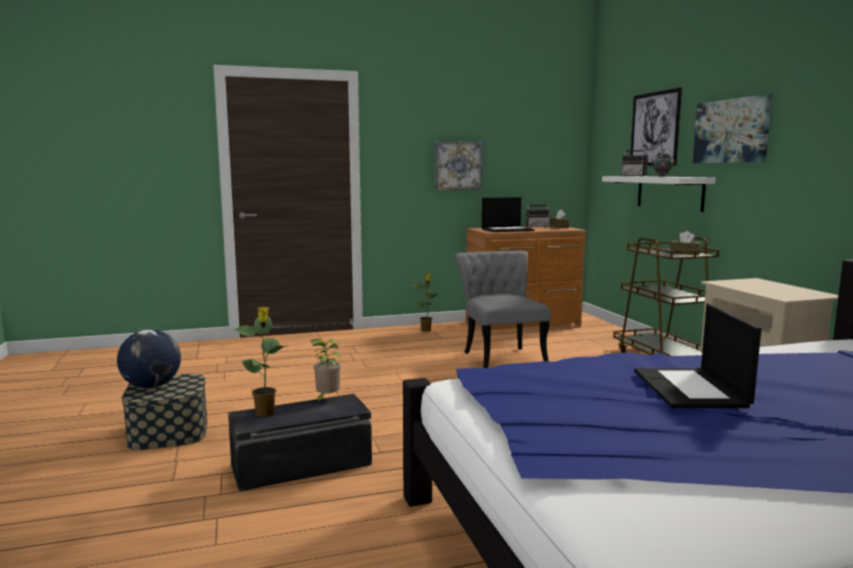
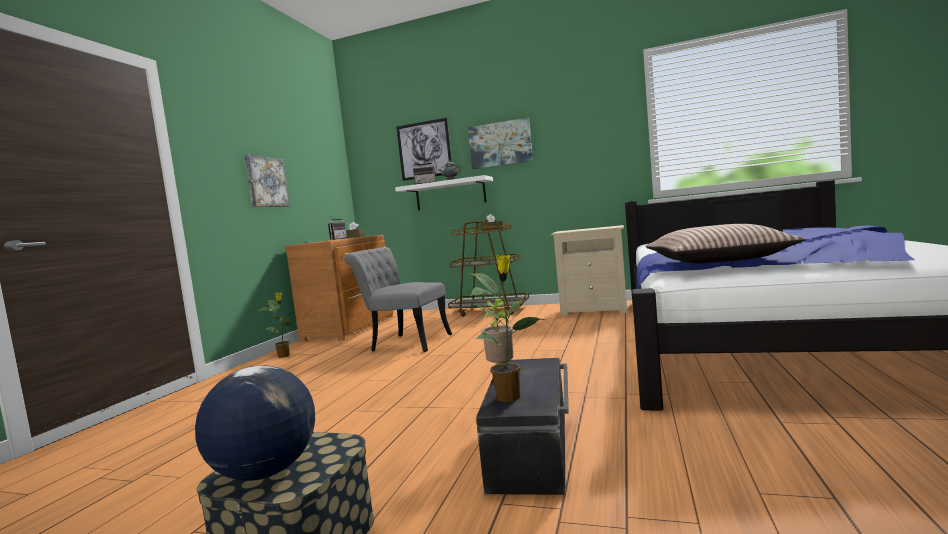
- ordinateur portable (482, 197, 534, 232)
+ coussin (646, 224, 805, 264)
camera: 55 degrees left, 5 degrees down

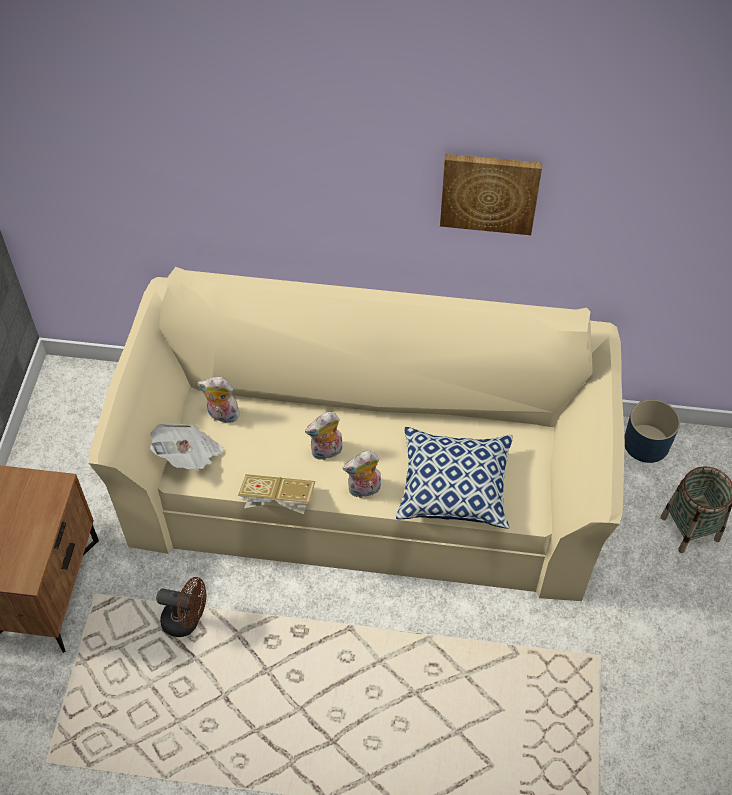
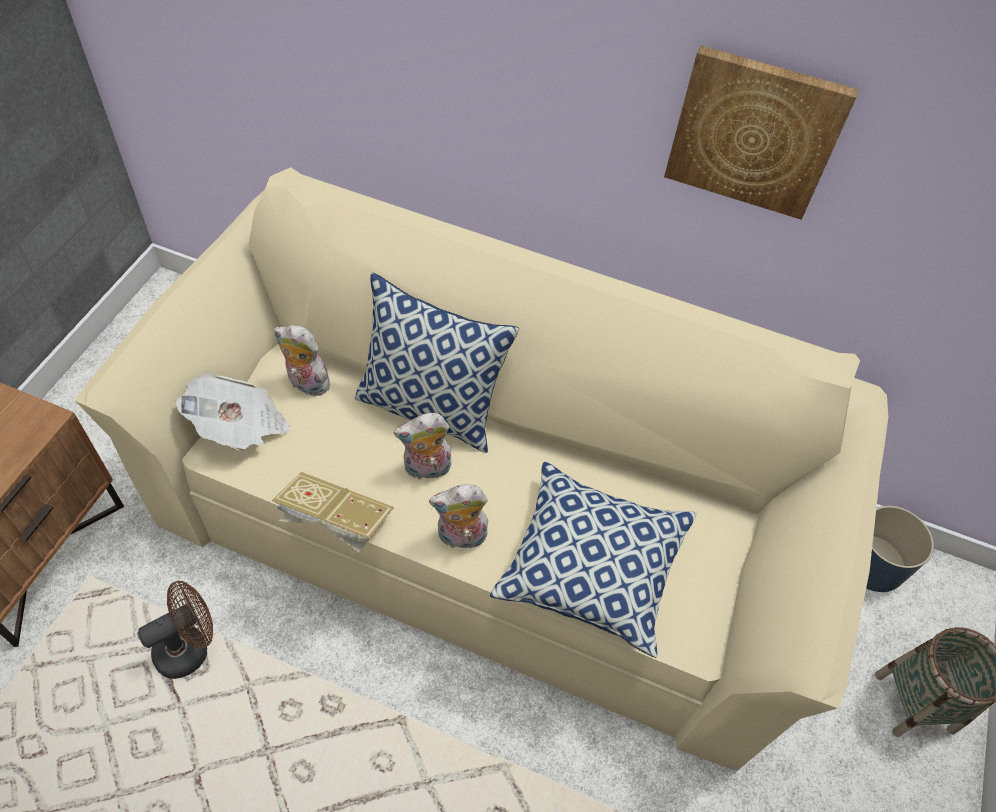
+ coussin (355, 272, 519, 453)
~ ventilateur (marron) (156, 577, 206, 637) = (138, 581, 213, 679) 60 degrees counterclockwise
camera: 10 degrees right, 0 degrees up

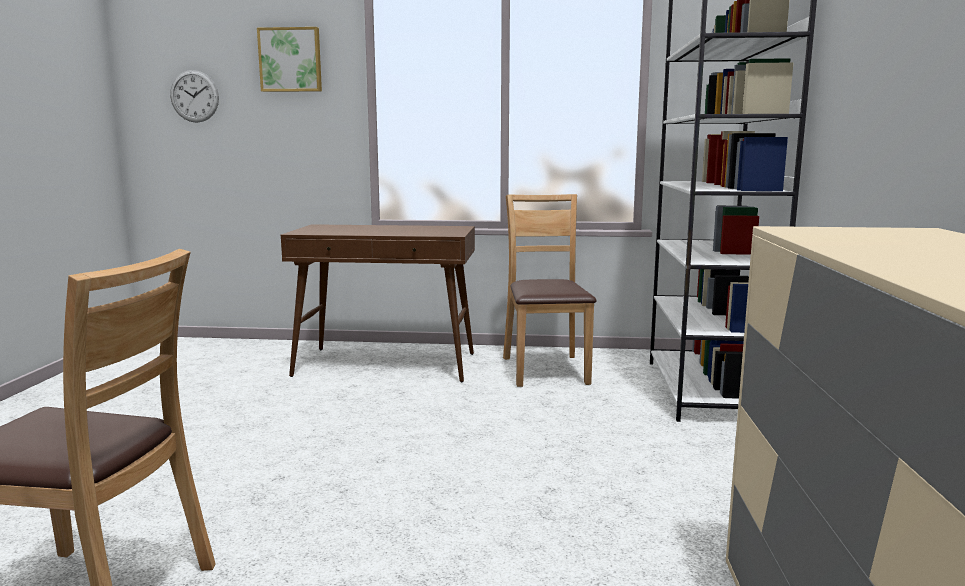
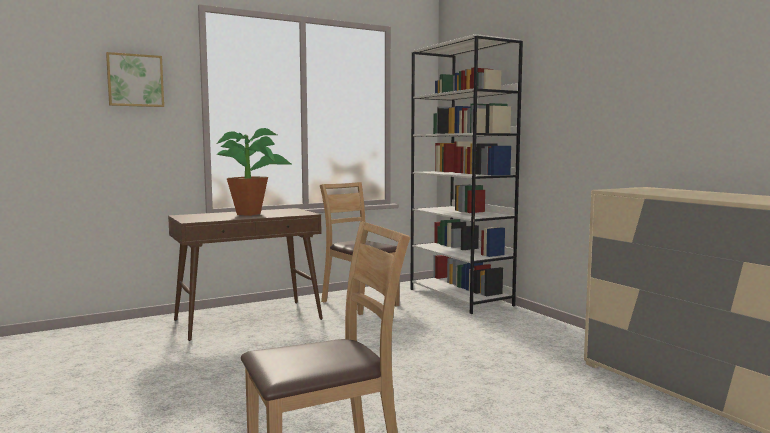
- horloge murale (170, 70, 219, 123)
+ plante en pot (217, 128, 291, 216)
camera: 35 degrees left, 5 degrees down

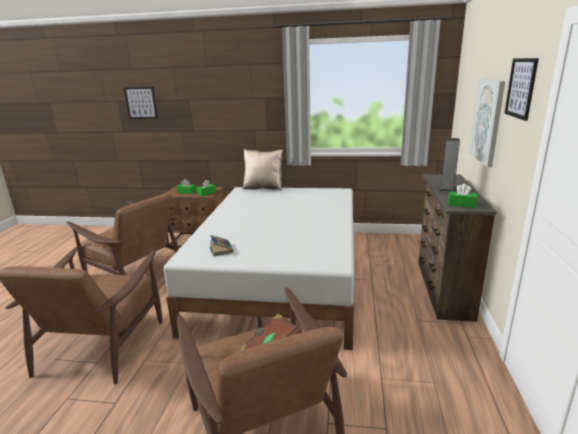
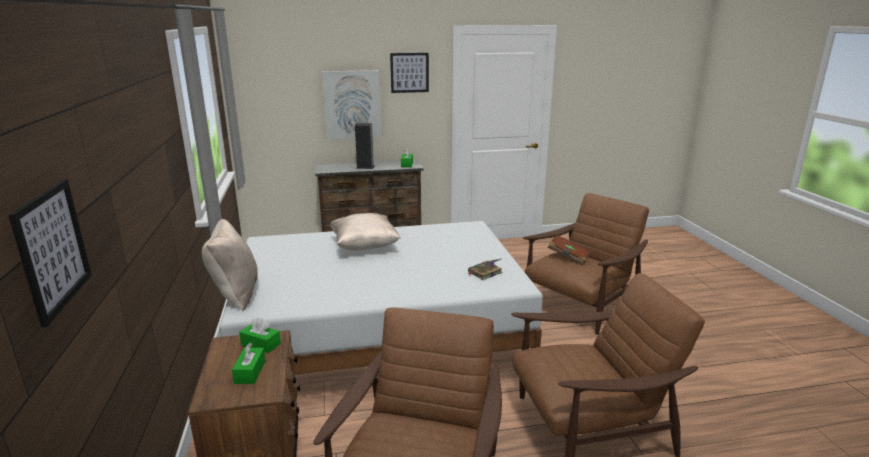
+ coussin (beige) (330, 213, 401, 250)
camera: 110 degrees left, 0 degrees up

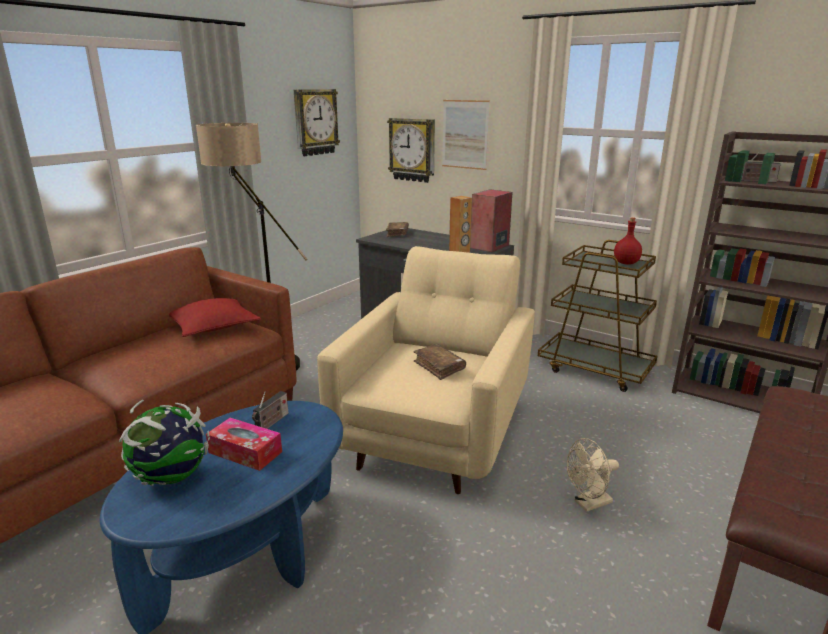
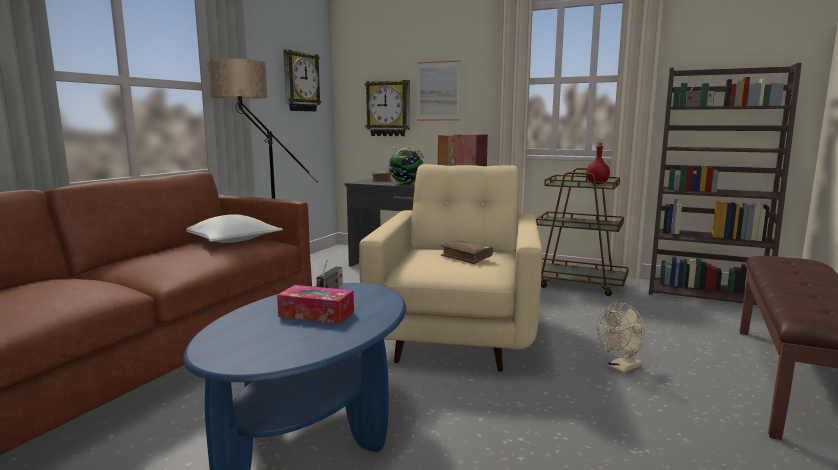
~ globe (119, 400, 210, 486) to (389, 147, 424, 184)
~ coussin (rouge) (169, 298, 261, 337) to coussin (blanc) (186, 214, 283, 243)
camera: 10 degrees left, 10 degrees down

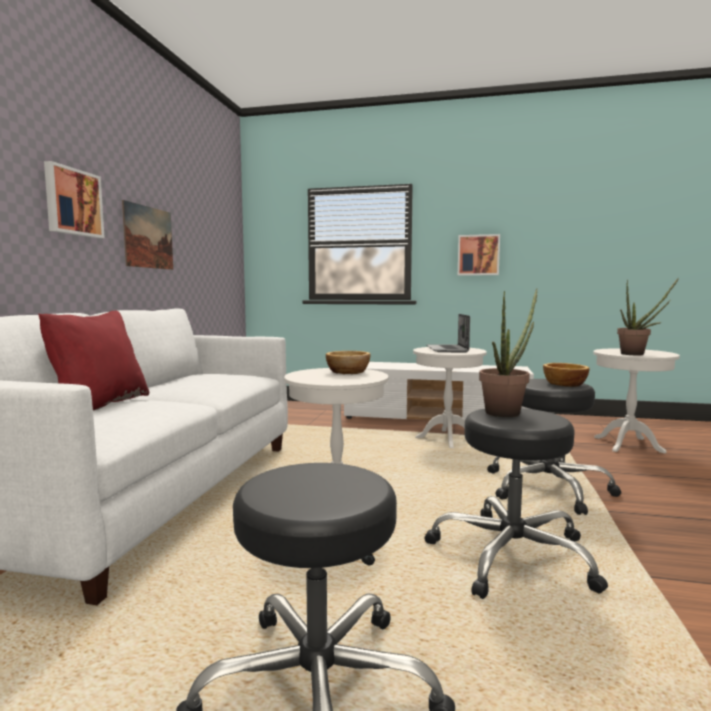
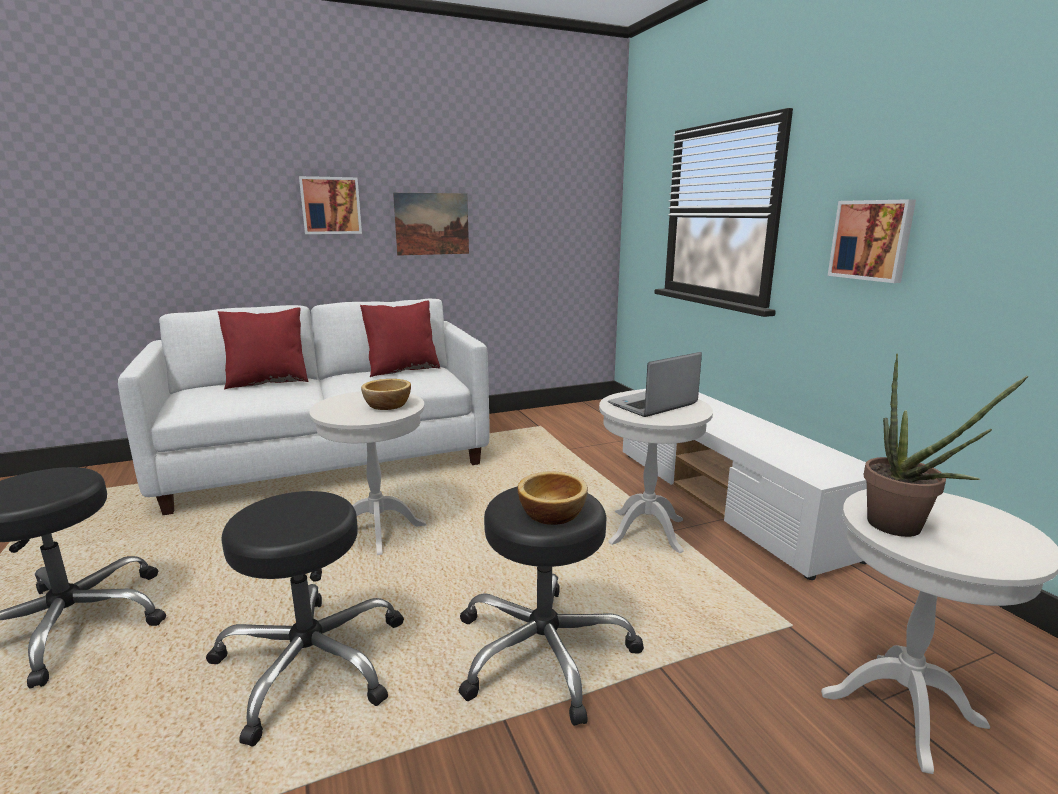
- plante en pot (479, 288, 537, 417)
+ coussin (rouge) (360, 301, 441, 377)
camera: 55 degrees right, 10 degrees up

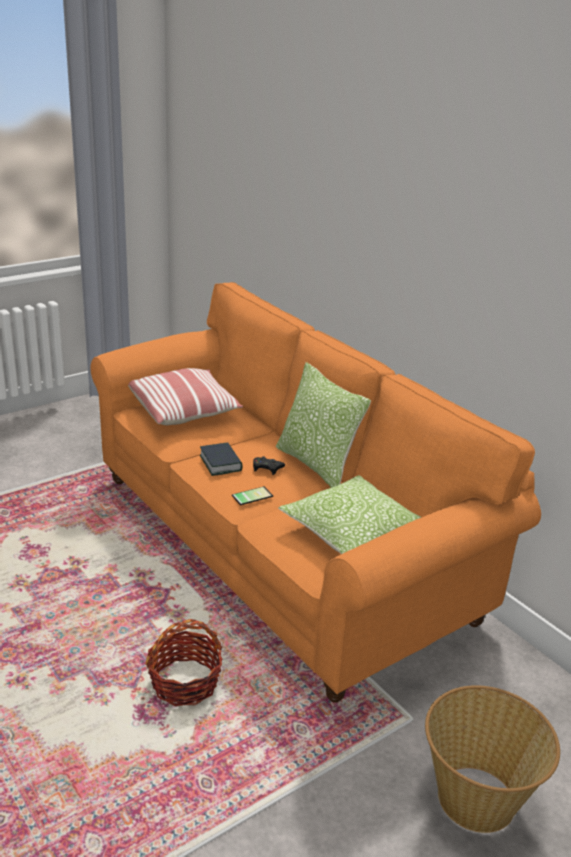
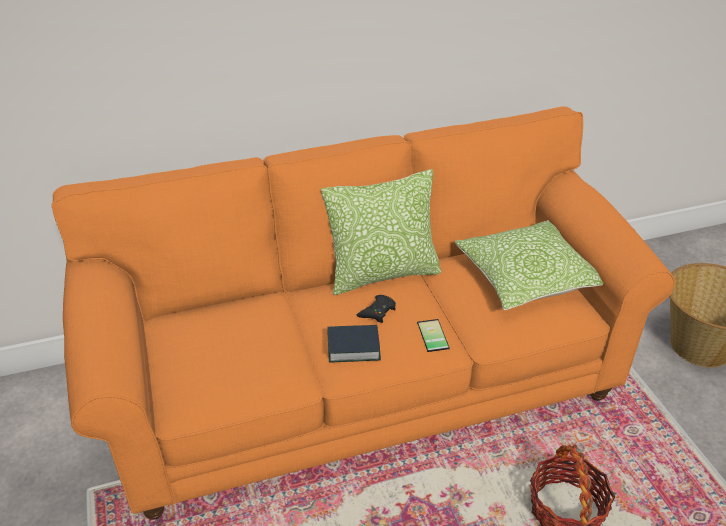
- coussin (128, 368, 243, 425)
camera: 70 degrees left, 10 degrees up

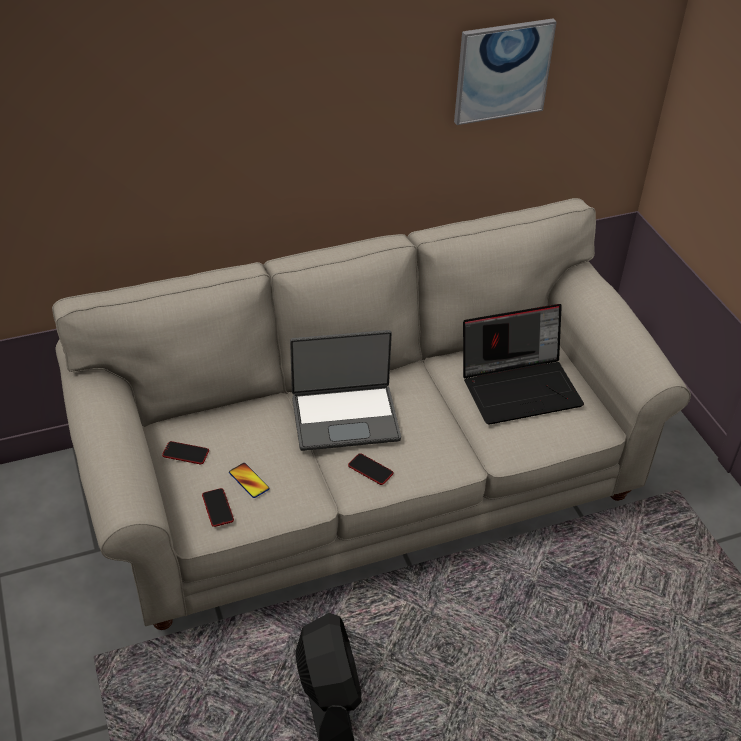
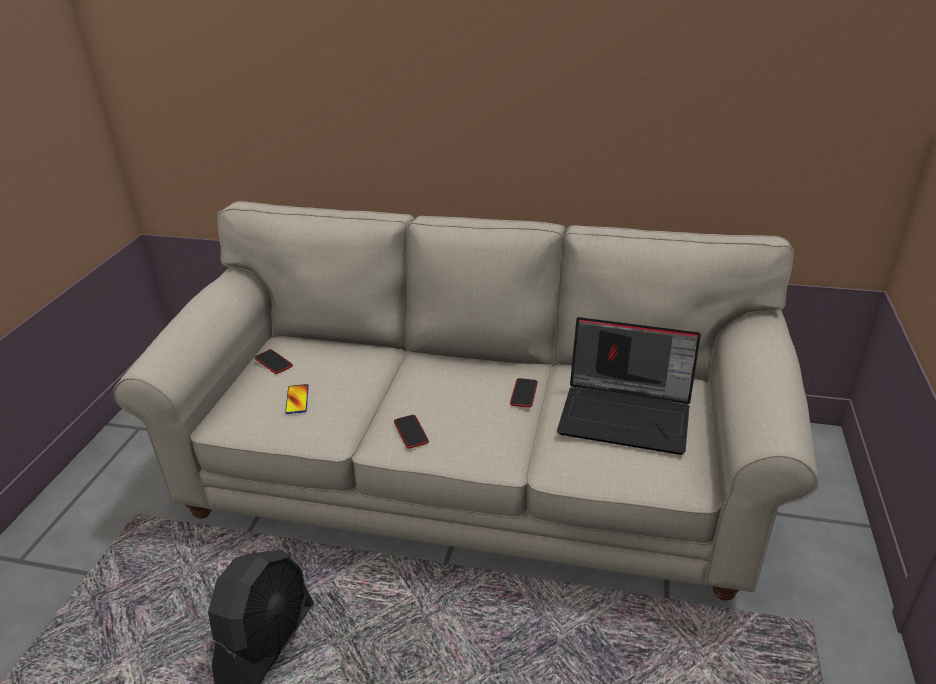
- ordinateur portable (290, 330, 401, 451)
- tableau (454, 18, 557, 125)
~ téléphone (202, 488, 234, 527) to (510, 378, 538, 408)
camera: 35 degrees right, 10 degrees down

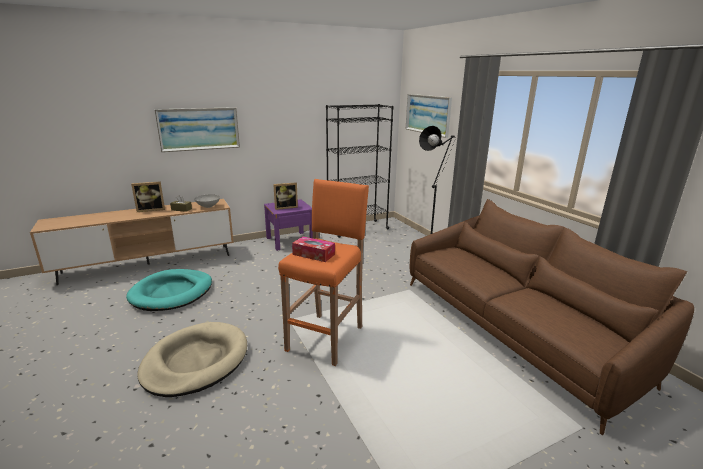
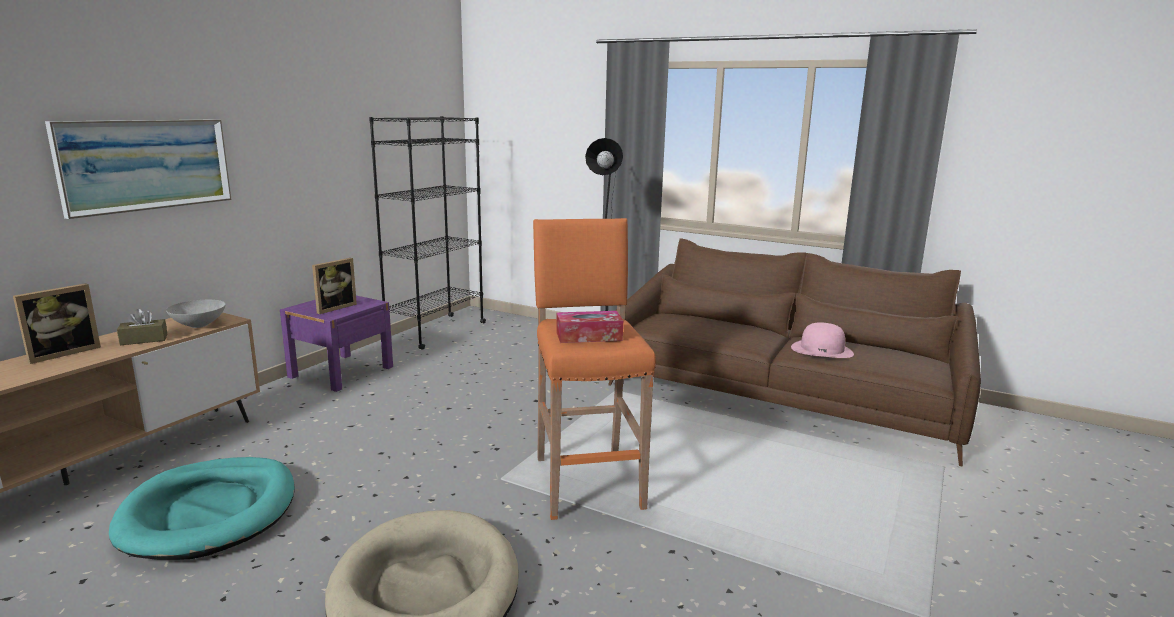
- tableau (406, 94, 452, 138)
+ chapeau (rose) (791, 322, 854, 358)
camera: 35 degrees left, 5 degrees down

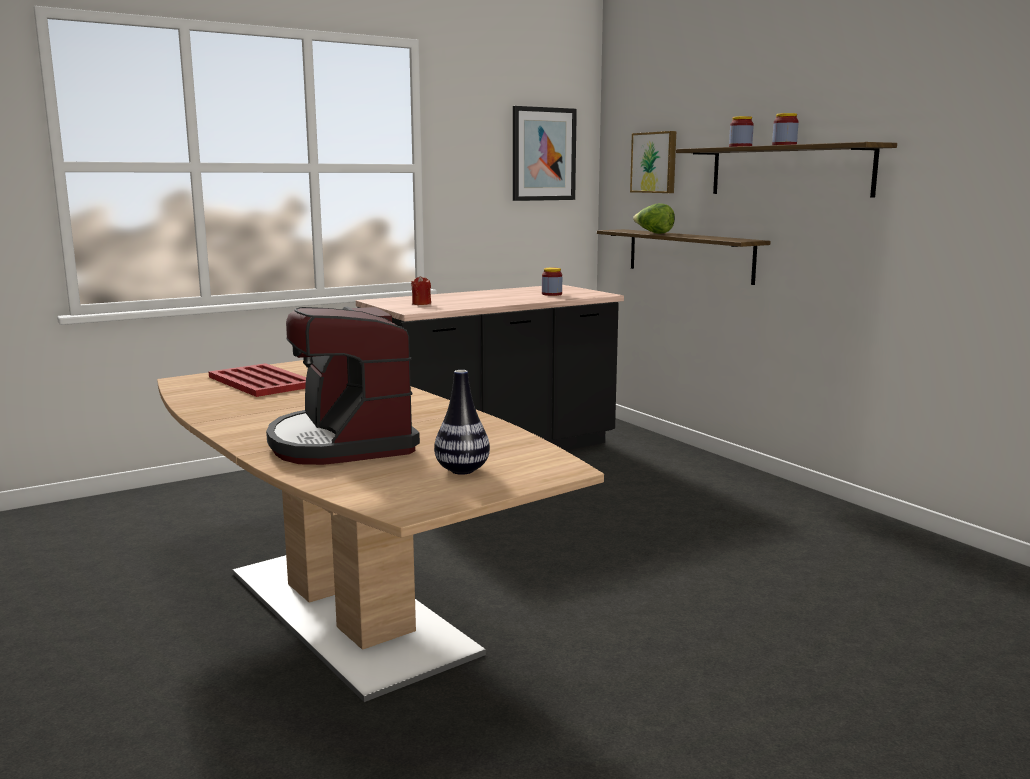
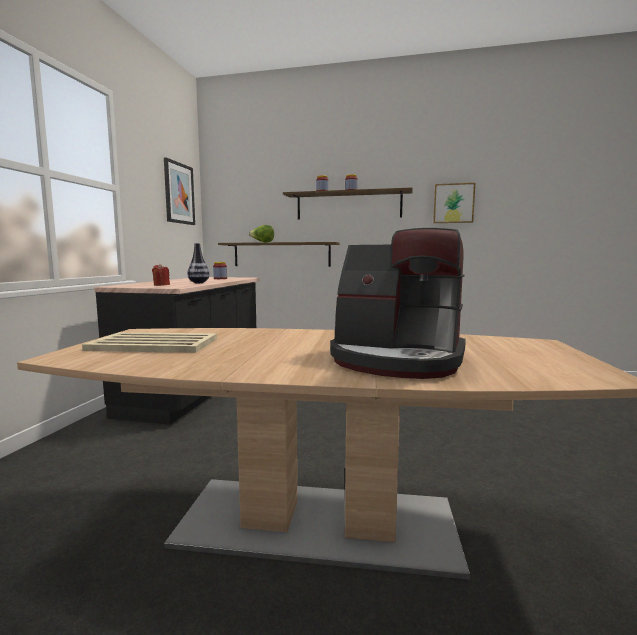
~ vase (434, 370, 490, 475) to (187, 243, 210, 283)
~ tableau (630, 131, 676, 193) to (433, 183, 475, 223)
~ plateau (rouge) (209, 363, 306, 397) to plateau (beige) (82, 332, 217, 353)
camera: 45 degrees left, 5 degrees down

